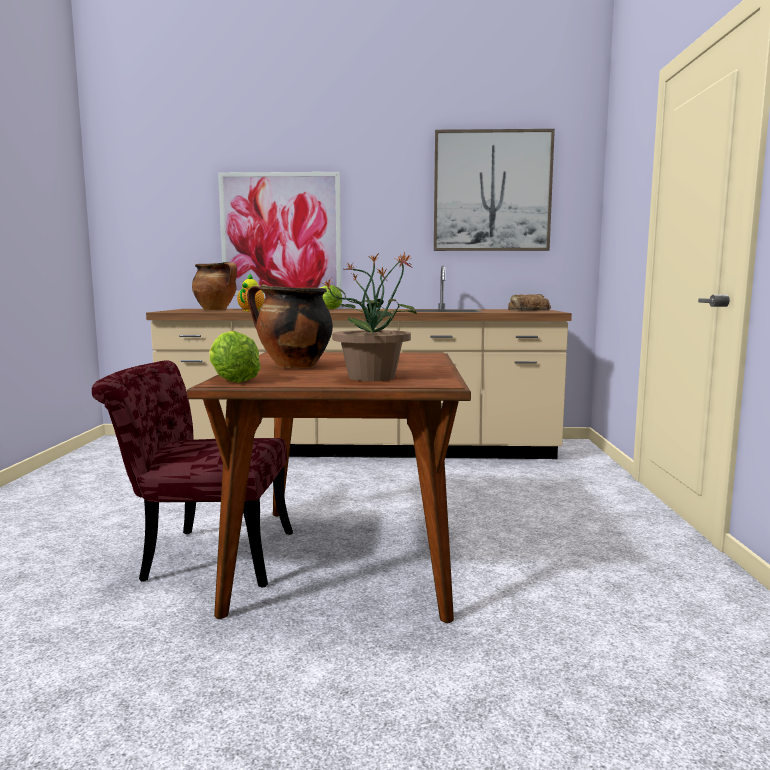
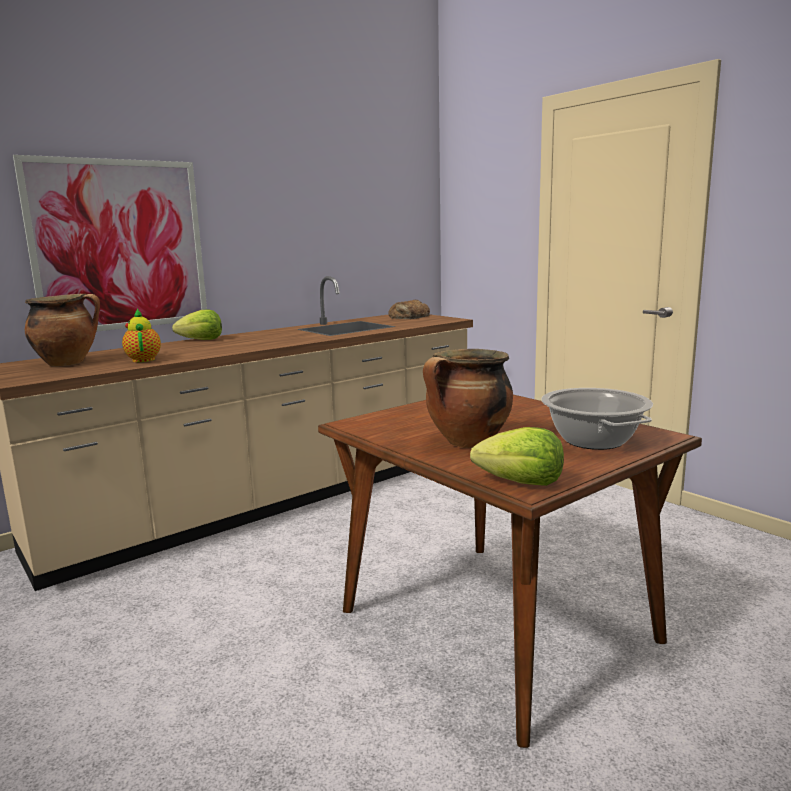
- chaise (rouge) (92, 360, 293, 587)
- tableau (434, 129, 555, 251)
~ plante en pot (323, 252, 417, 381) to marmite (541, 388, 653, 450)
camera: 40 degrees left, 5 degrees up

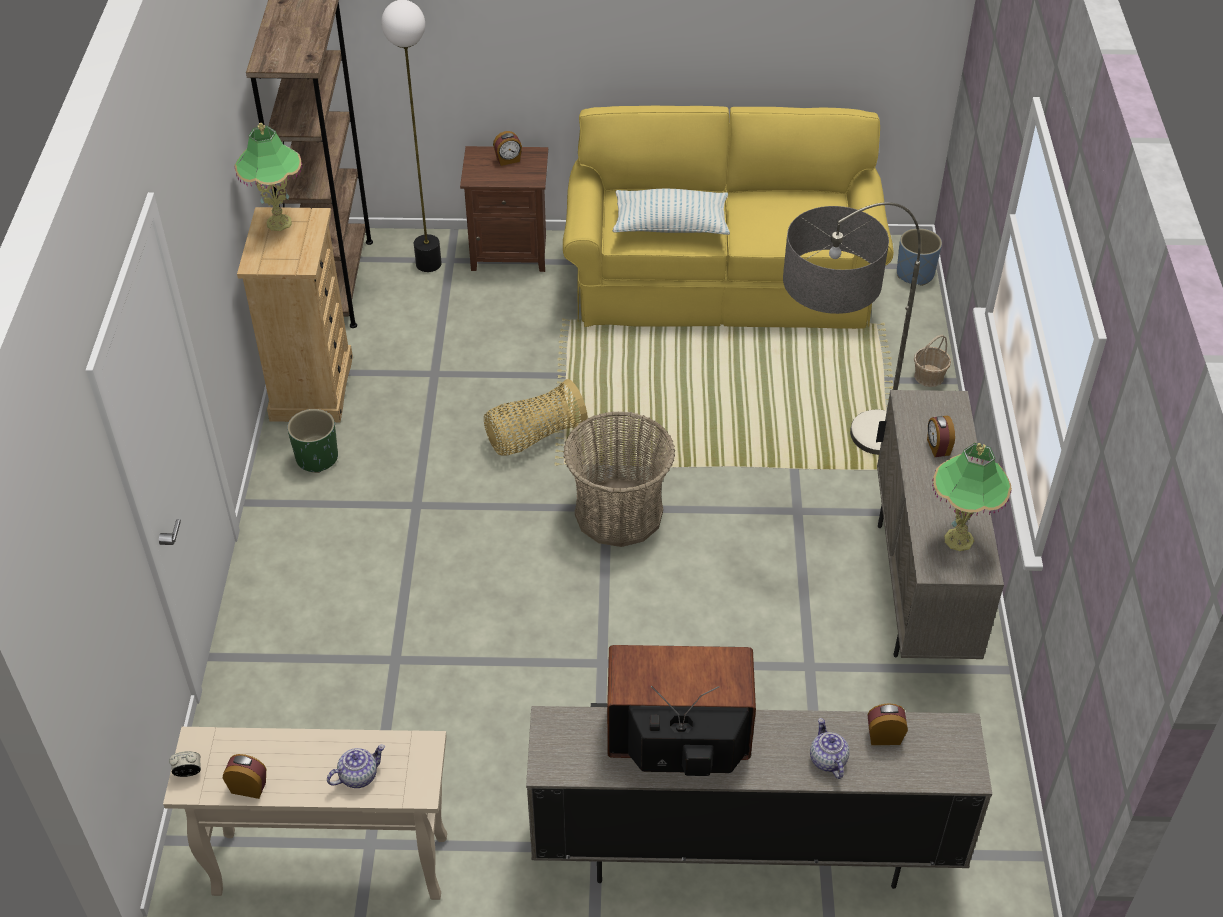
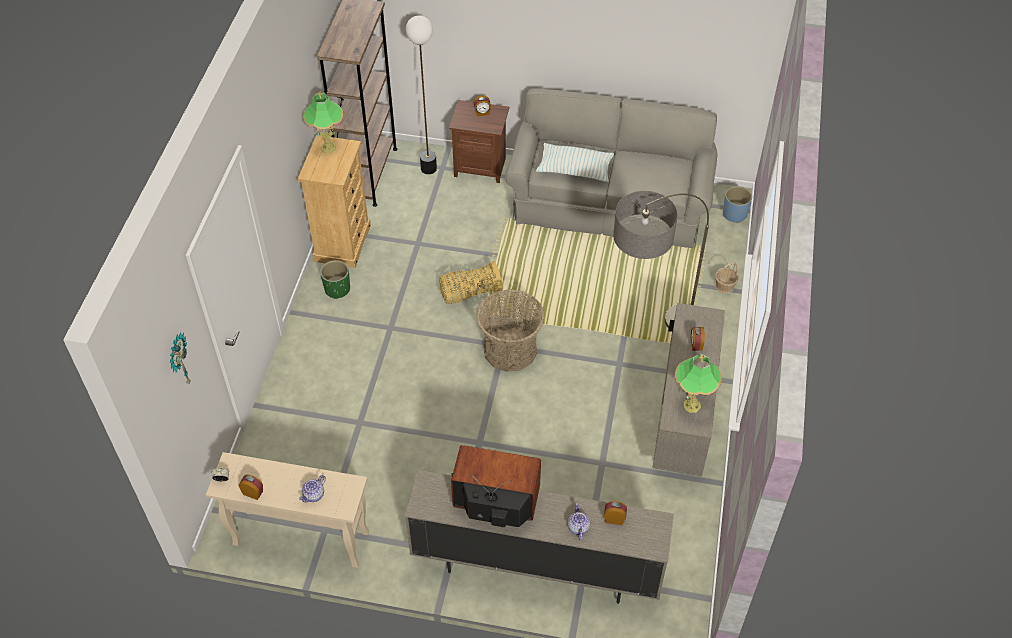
+ horloge murale (170, 332, 191, 384)
~ canapé (jaune) (563, 106, 894, 329) to canapé (gris) (505, 88, 717, 248)
~ théière (327, 745, 385, 788) = (299, 475, 326, 502) 150 degrees clockwise
camera: 10 degrees right, 5 degrees up

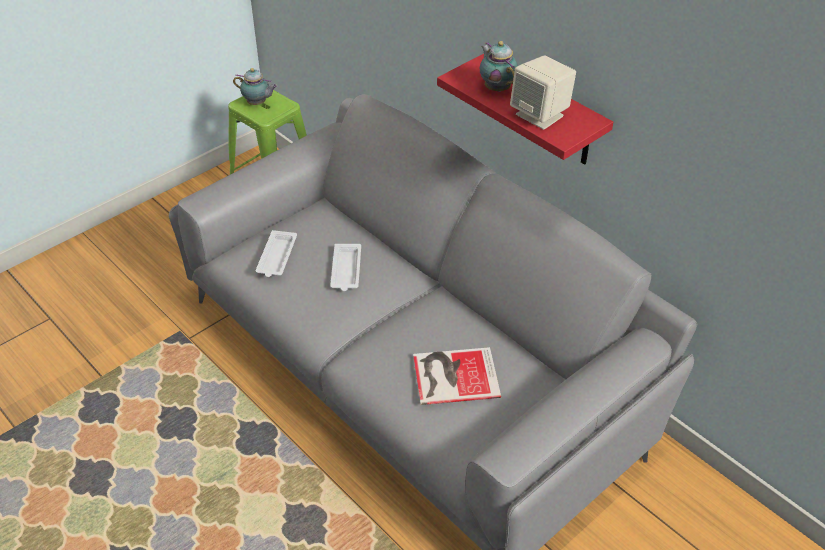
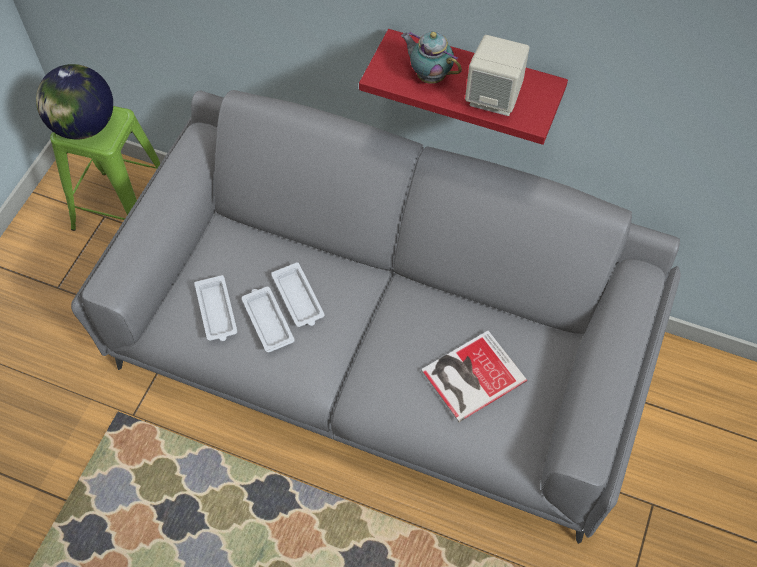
+ plateau (blanc) (242, 287, 295, 353)
~ théière (233, 68, 278, 105) to globe (36, 64, 113, 139)
camera: 25 degrees left, 15 degrees up

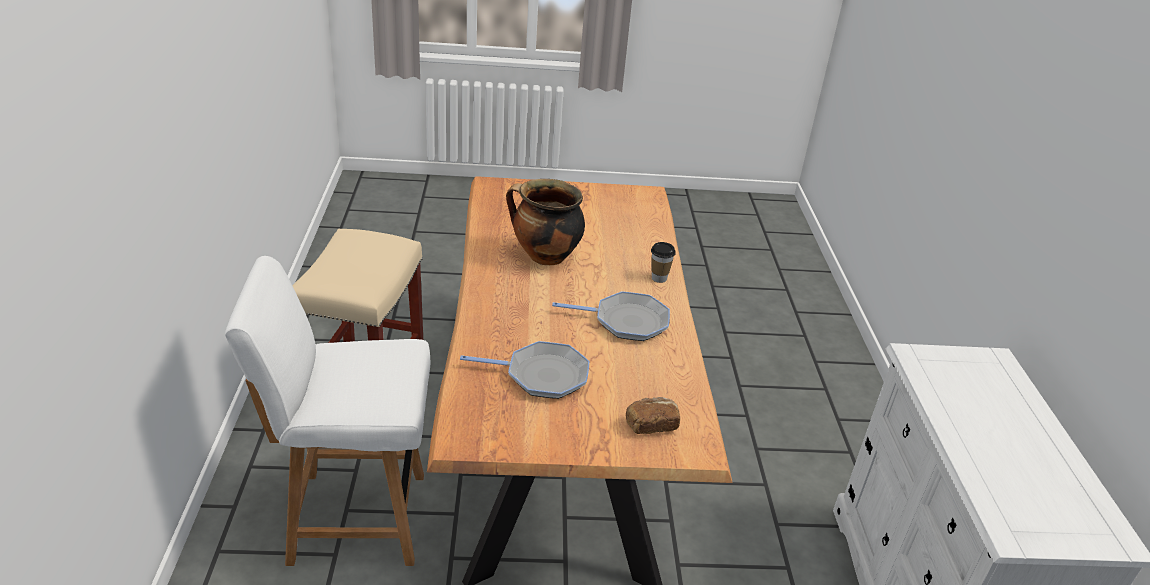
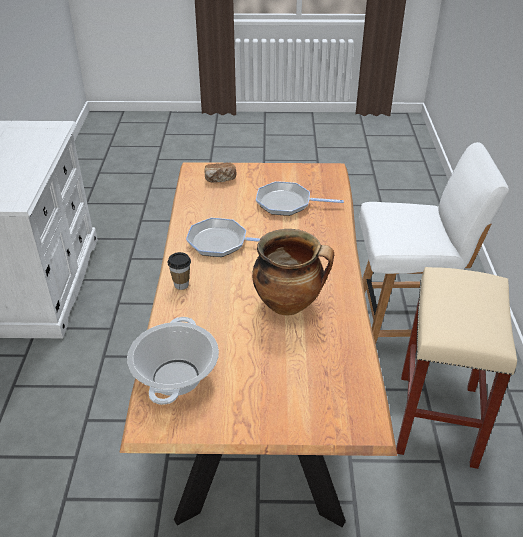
+ marmite (127, 317, 219, 405)
camera: 175 degrees left, 5 degrees up

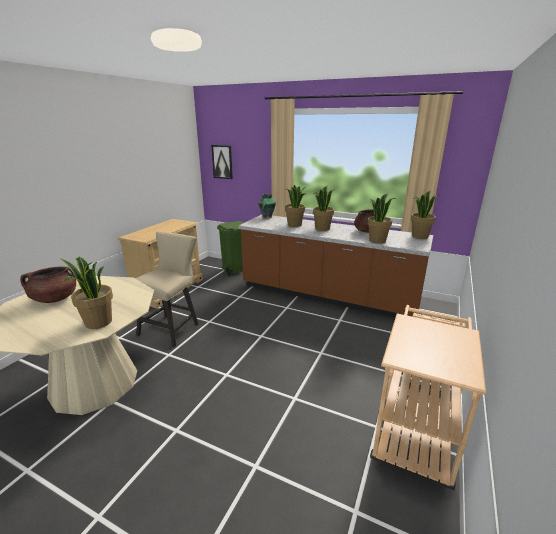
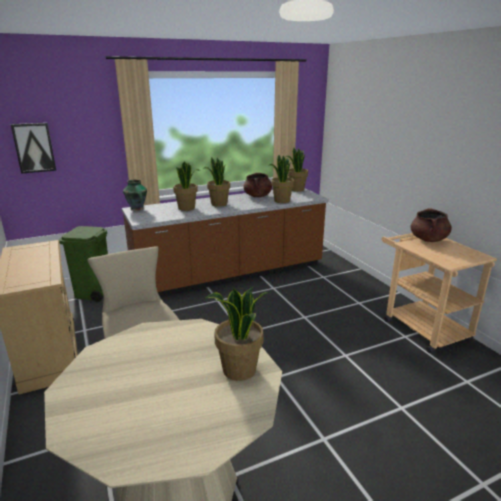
~ marmite (marron) (20, 266, 76, 303) to (411, 208, 452, 242)
camera: 50 degrees left, 0 degrees up

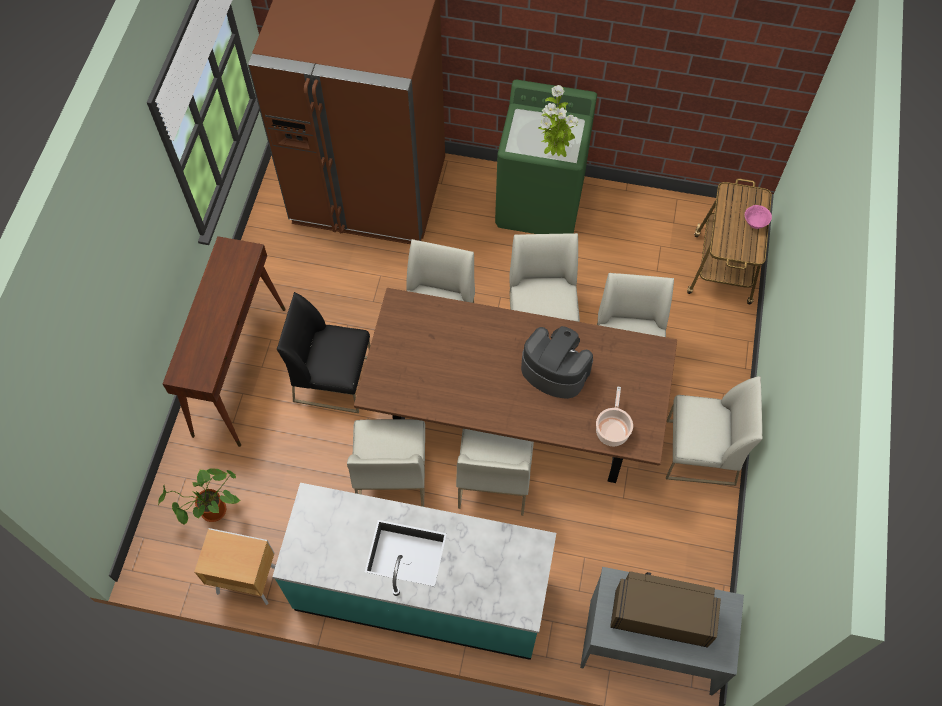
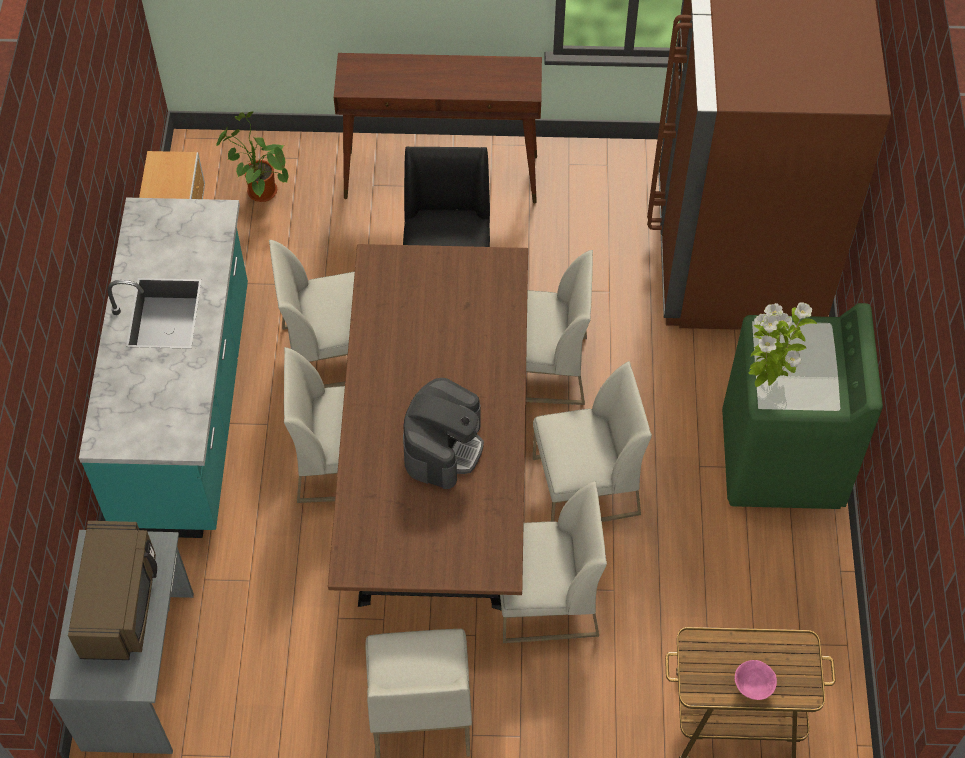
- marmite (596, 386, 633, 446)
camera: 80 degrees right, 5 degrees down

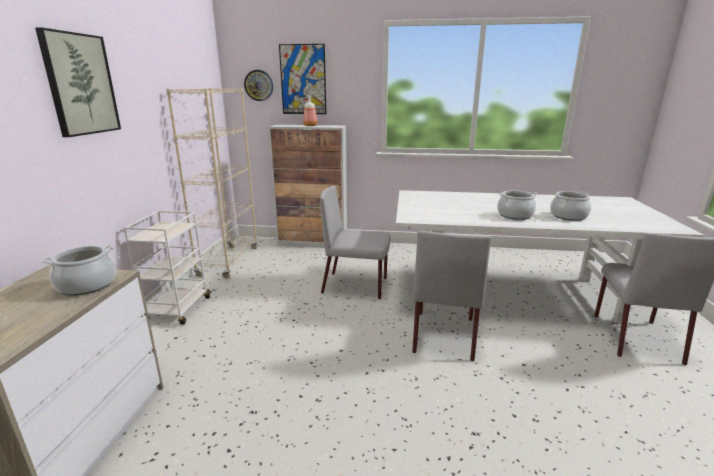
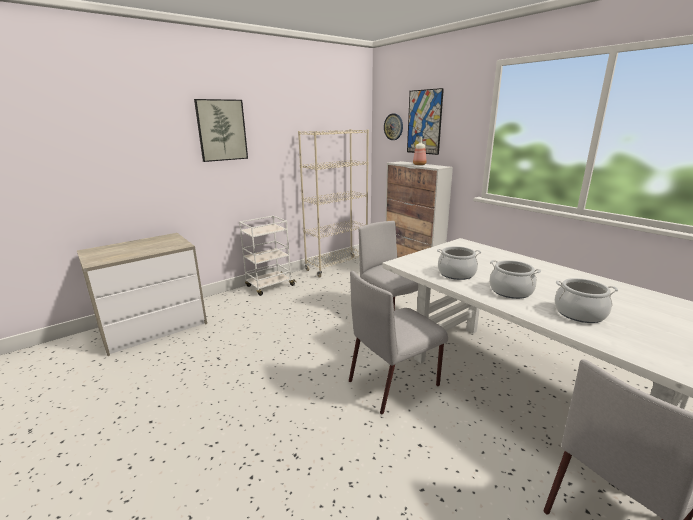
~ marmite (41, 245, 116, 296) to (437, 246, 481, 280)
camera: 45 degrees right, 0 degrees up

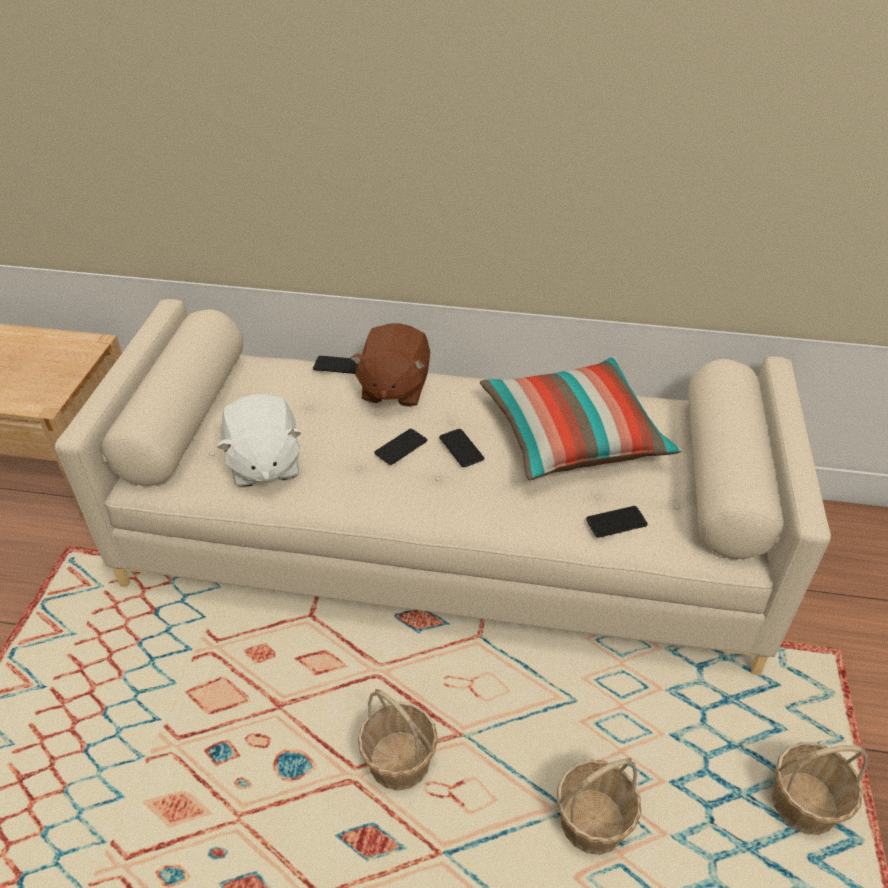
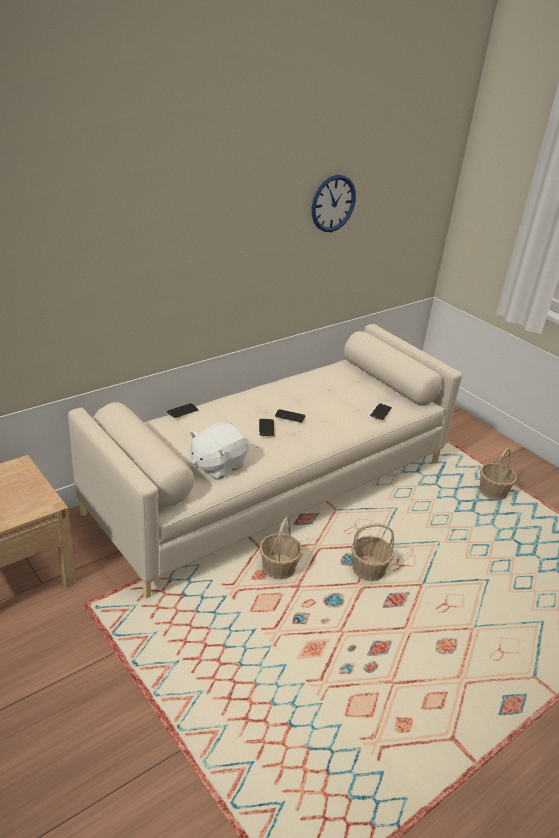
- peluche (marron) (350, 323, 430, 407)
- coussin (480, 356, 682, 480)
+ horloge murale (312, 175, 356, 232)
~ panier (557, 758, 641, 855) to (259, 517, 302, 580)
~ peluche (blanc) (216, 394, 302, 487) = (190, 422, 249, 480) 105 degrees clockwise
camera: 50 degrees left, 10 degrees down

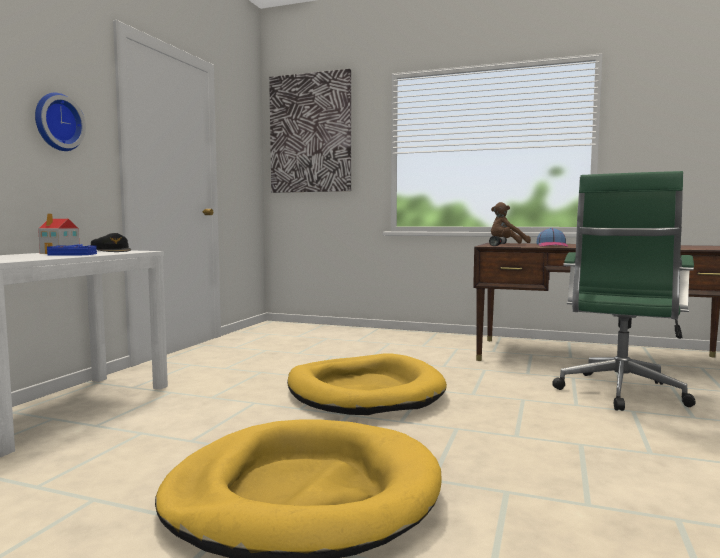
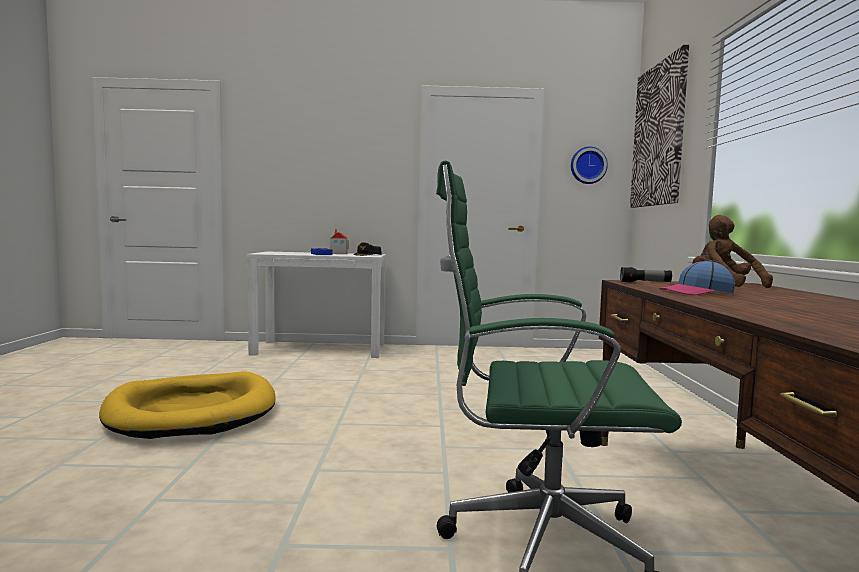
- panier pour chien (jaune) (287, 353, 447, 415)
~ horloge murale (35, 93, 86, 151) to (571, 147, 608, 184)
camera: 70 degrees right, 0 degrees up

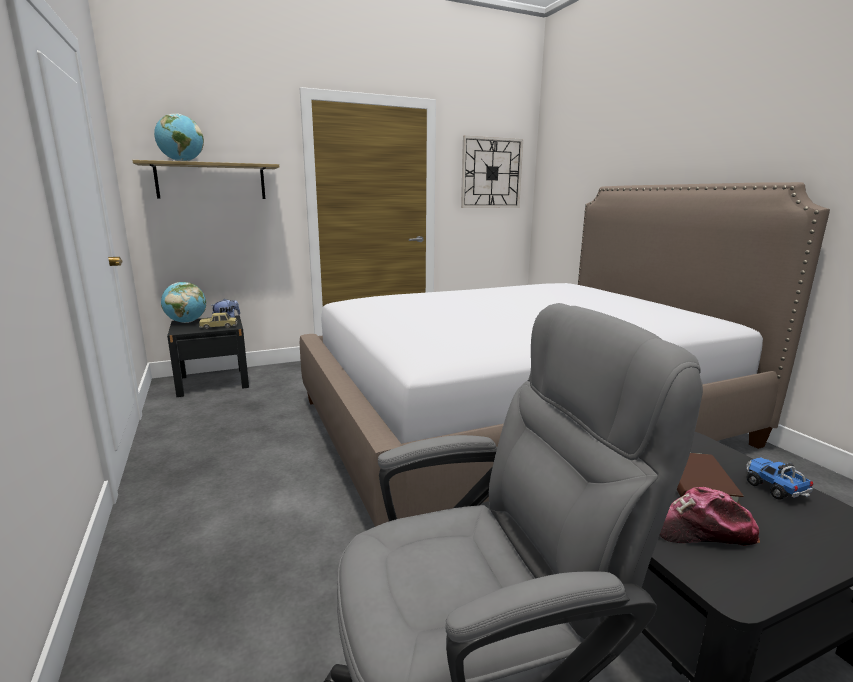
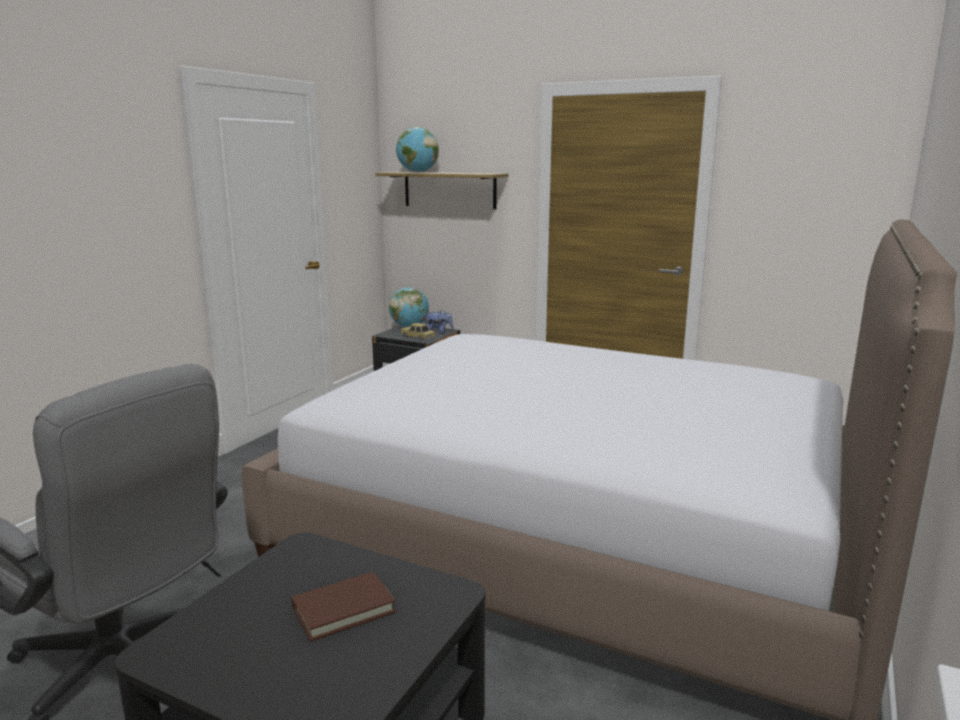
- horloge murale (461, 136, 523, 208)
- casquette (659, 487, 760, 546)
- camion jouet (746, 457, 813, 500)
camera: 50 degrees right, 0 degrees up

